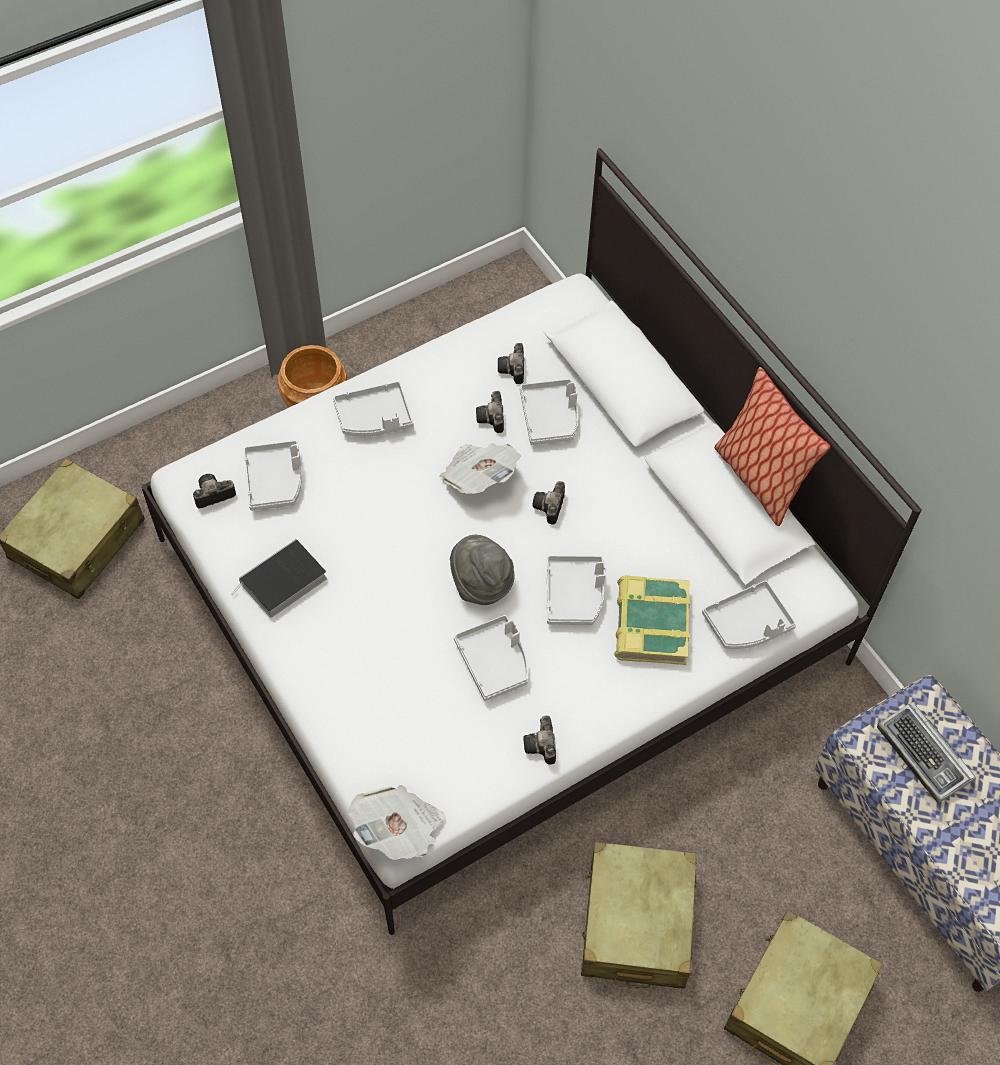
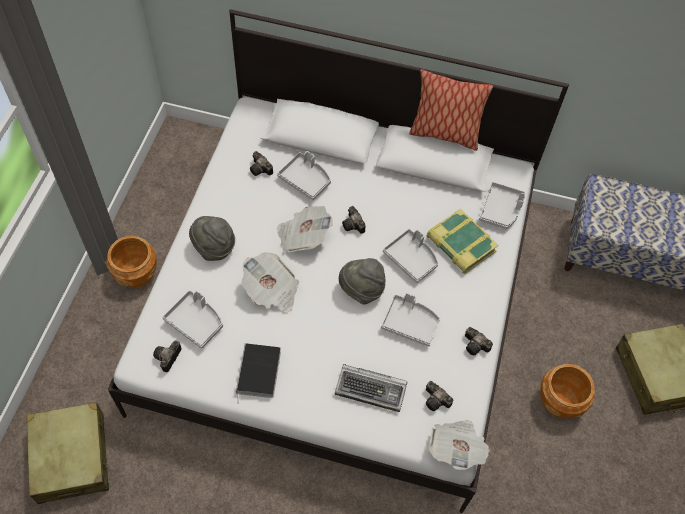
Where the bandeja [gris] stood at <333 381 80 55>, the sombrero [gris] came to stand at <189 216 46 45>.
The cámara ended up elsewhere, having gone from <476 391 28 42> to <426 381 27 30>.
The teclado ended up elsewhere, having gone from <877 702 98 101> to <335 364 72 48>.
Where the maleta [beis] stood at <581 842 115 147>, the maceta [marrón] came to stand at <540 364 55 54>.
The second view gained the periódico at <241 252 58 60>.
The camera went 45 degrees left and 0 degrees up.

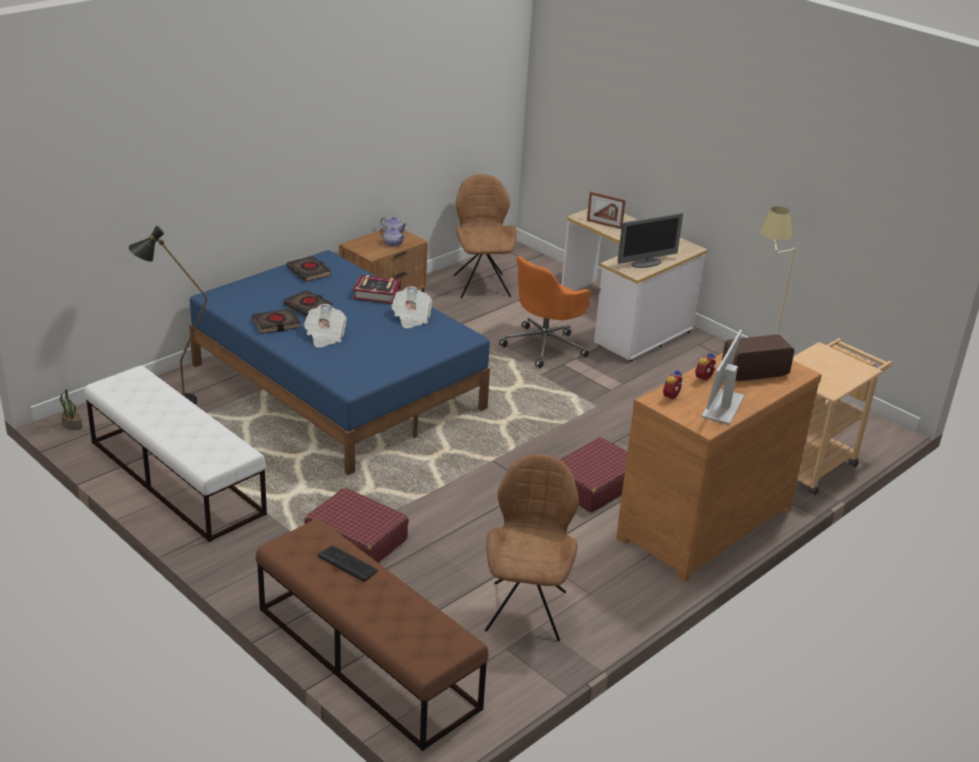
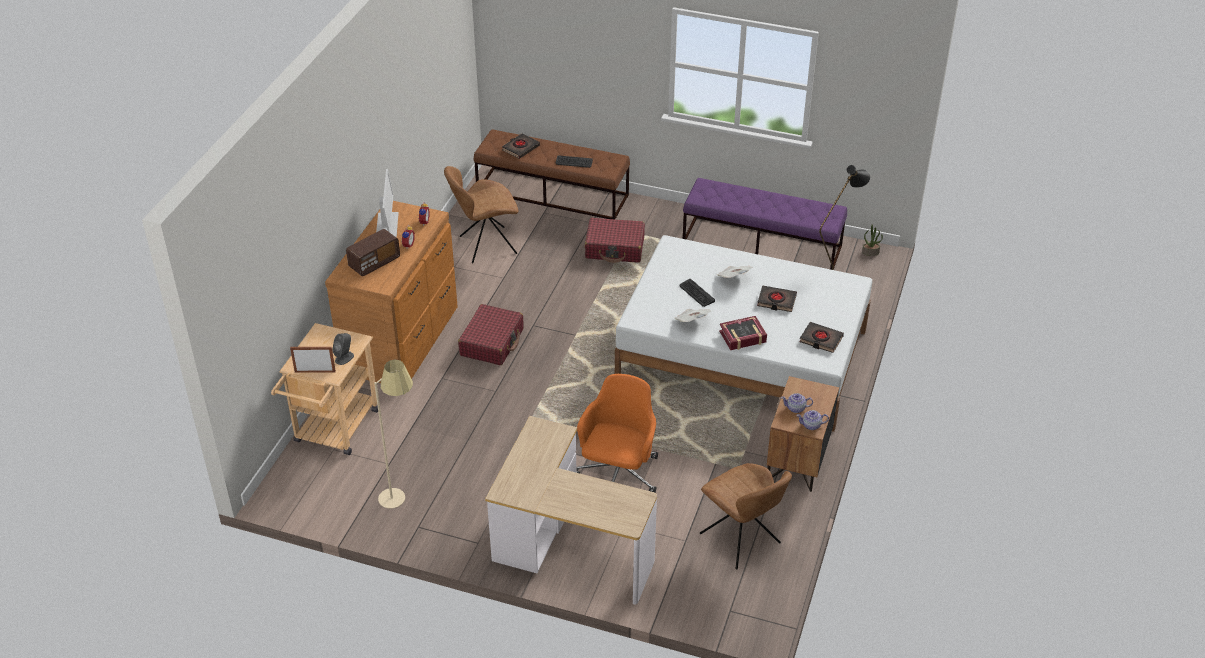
The portarretratos ended up elsewhere, having gone from <587 192 39 37> to <290 347 46 26>.
The second view lost the monitor at <617 213 66 55>.
What was the cama [azul] at <189 250 301 225> turned into the cama [blanco] at <615 235 257 197>.
The libro [negro] ended up elsewhere, having gone from <252 308 49 26> to <502 134 38 25>.
What was the banco [blanco] at <84 365 183 177> turned into the banco [morado] at <683 178 164 92>.
The silla [marrón] at <485 454 94 187> ended up facing another way, 90 degrees clockwise from before.
The second view gained the teclado at <680 279 35 28>.
The second view gained the altavoz [gris] at <332 333 22 32>.
The camera went 155 degrees right and 10 degrees up.

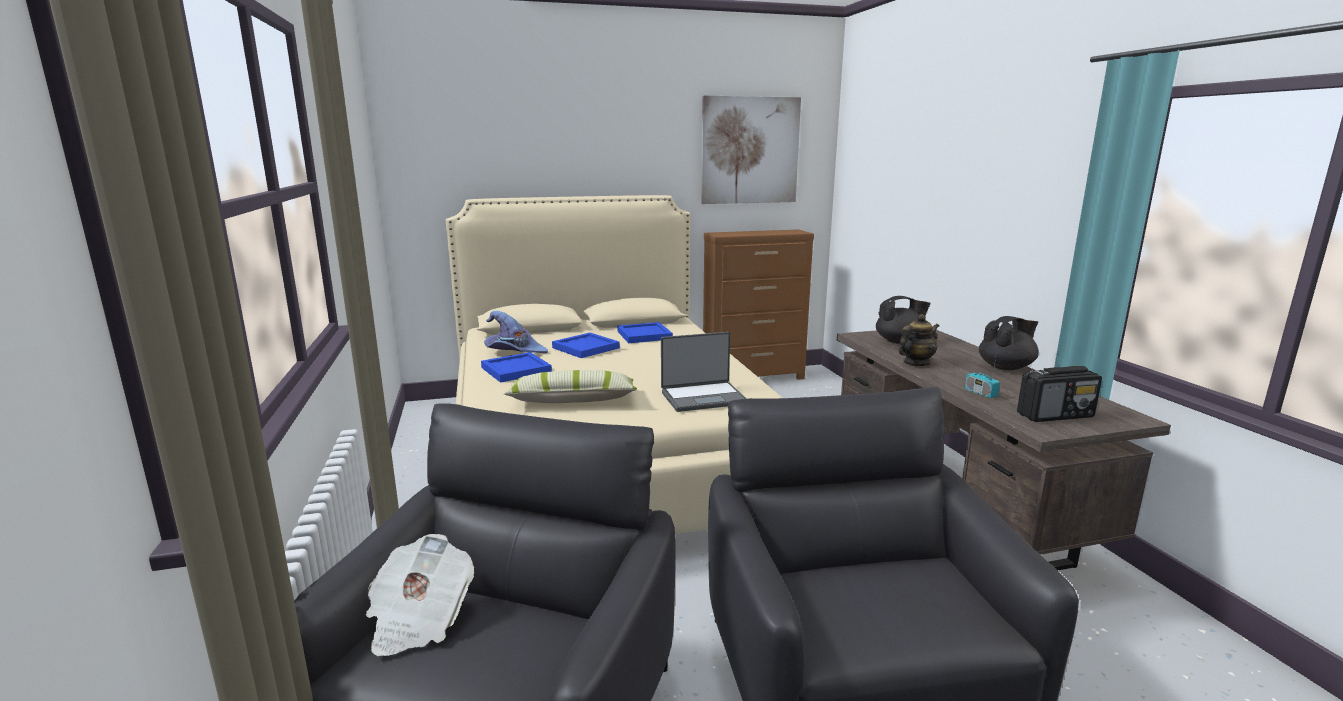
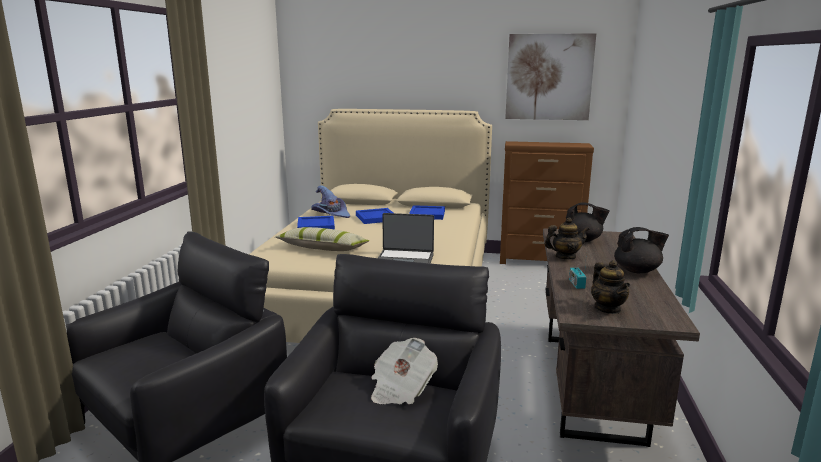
Where the radio stood at <1017 366 85 56>, the tetera came to stand at <591 260 39 54>.
The periódico ended up elsewhere, having gone from <366 534 108 122> to <371 338 67 66>.
The camera went 25 degrees right and 0 degrees up.

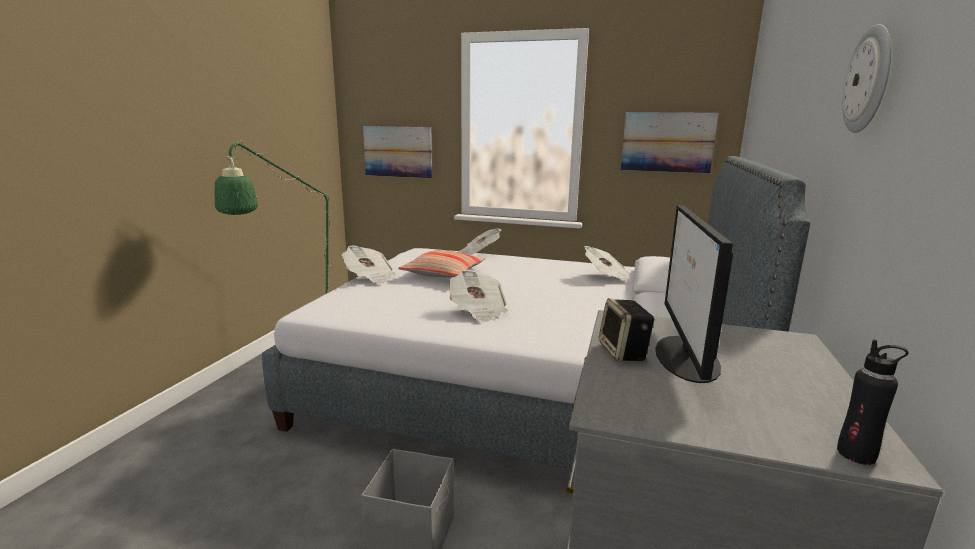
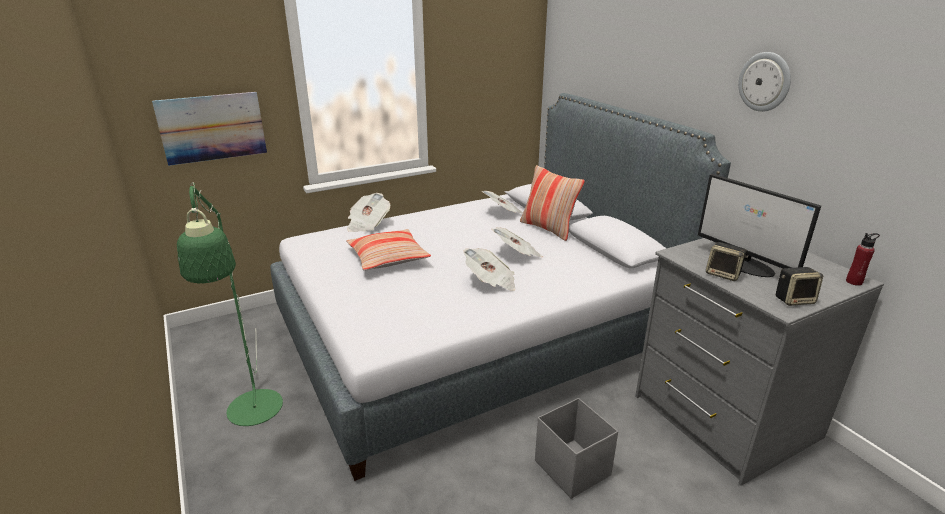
The second view lost the cuadro at <621 112 98 61>.
The periódico ended up elsewhere, having gone from <342 246 53 38> to <491 227 52 30>.
What was the botella [negro] at <837 339 71 126> turned into the botella [rojo] at <846 233 34 53>.
The second view gained the cojín at <520 165 65 76>.
The second view gained the altavoz at <776 267 47 39>.
The camera went 45 degrees left and 10 degrees up.

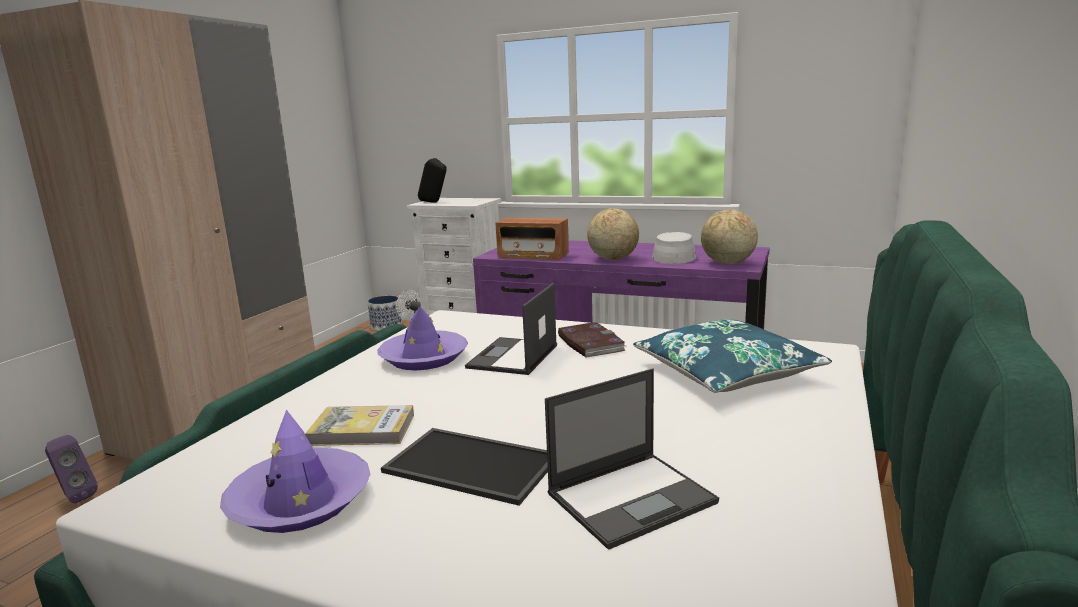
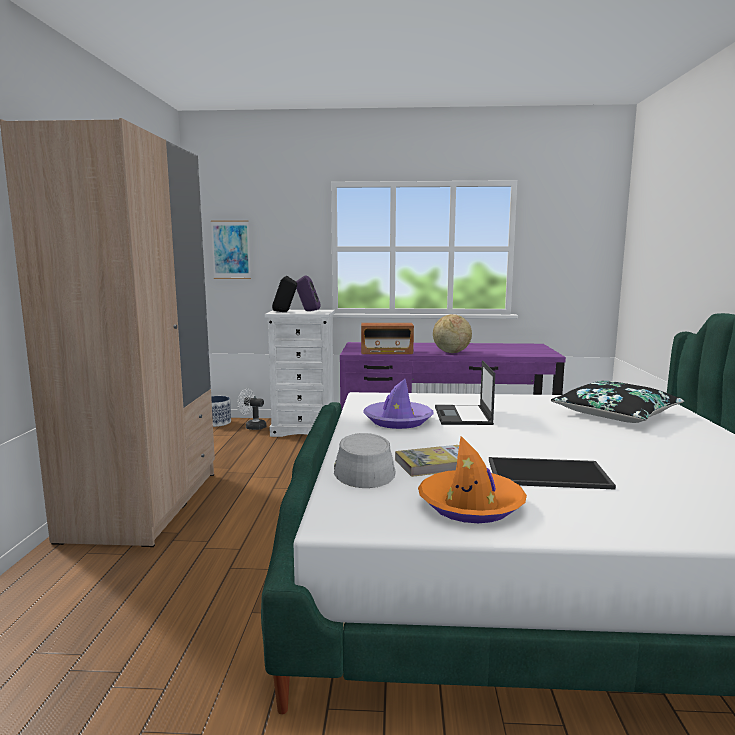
The second view lost the globo terráqueo at <701 209 57 55>.
The sombrero [gris] ended up elsewhere, having gone from <652 232 44 32> to <334 433 61 55>.
What was the cojín [azul] at <633 319 199 74> turned into the cojín [negro] at <551 381 134 42>.
The second view lost the libro at <558 322 69 35>.
The second view lost the portátil at <545 369 174 181>.
What was the sombrero [morado] at <220 410 150 123> turned into the sombrero [naranja] at <418 436 109 87>.
The altavoz [morado] ended up elsewhere, having gone from <45 435 53 68> to <296 275 25 36>.
The second view gained the cuadro at <211 220 40 59>.
The camera went 20 degrees left and 5 degrees down.

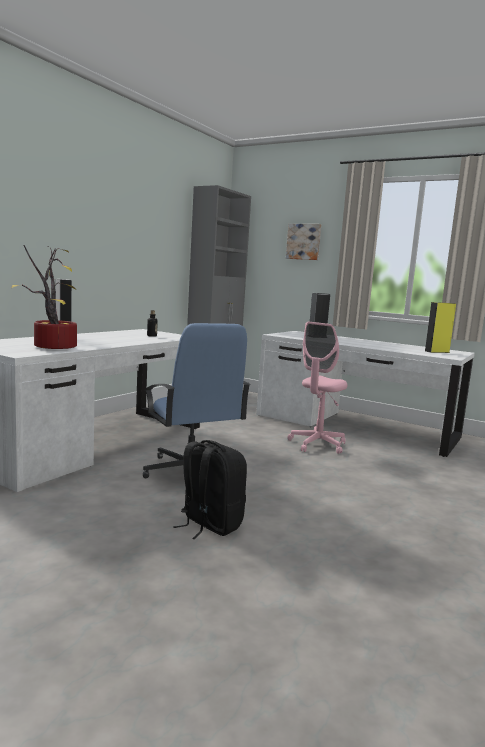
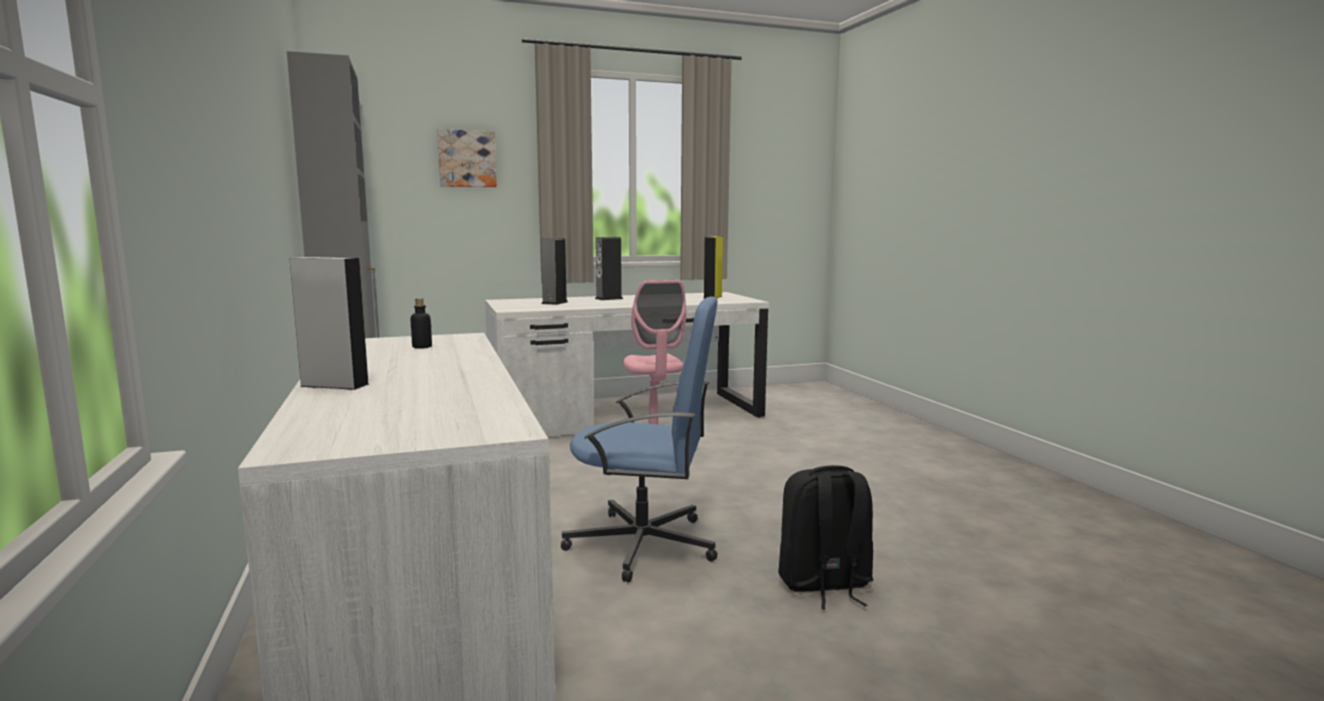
The second view lost the planta en maceta at <11 245 66 104>.
The second view gained the altavoz at <595 237 28 63>.
The camera went 50 degrees left and 0 degrees up.

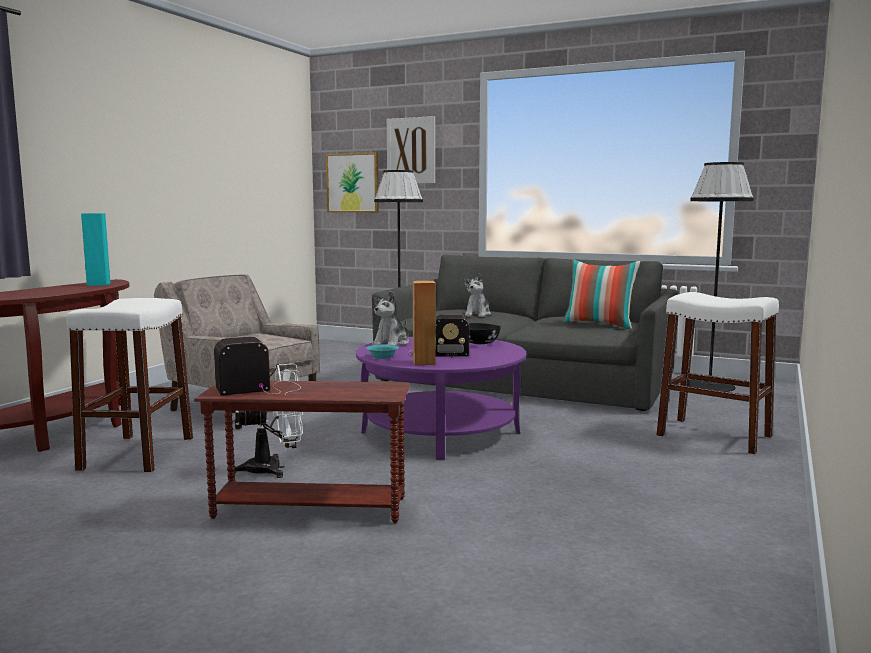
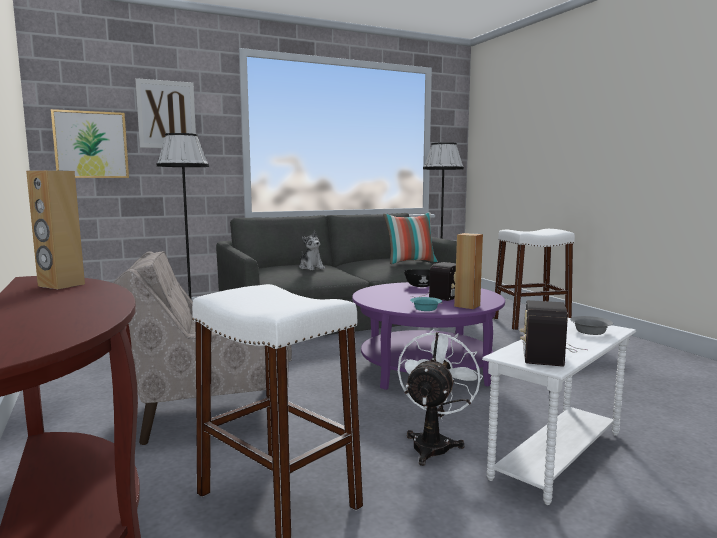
What was the altavoz [turquesa] at <81 213 29 73> turned into the altavoz [marrón] at <26 170 59 119>.
The second view lost the peluche at <372 291 37 54>.
What was the mesa auxiliar [marrón] at <194 381 216 142> turned into the mesa auxiliar [blanco] at <482 318 154 187>.
The second view gained the cuenco [gris] at <570 316 43 19>.
The camera went 50 degrees left and 0 degrees up.

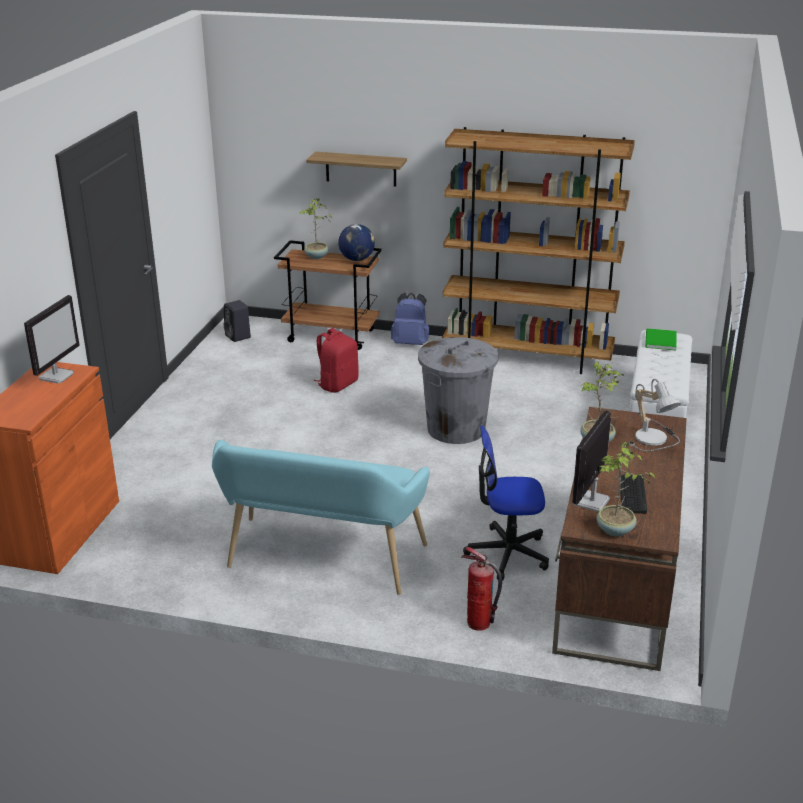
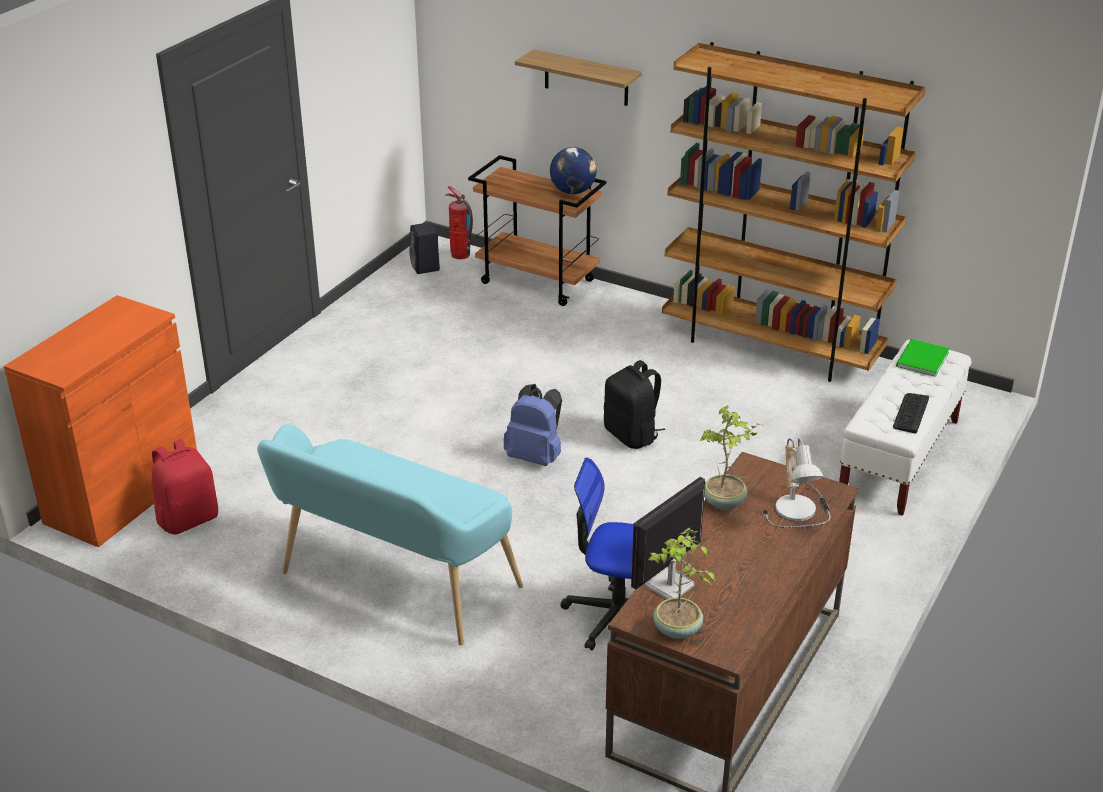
The second view lost the planta en maceta at <299 198 33 61>.
The mochila [azul] ended up elsewhere, having gone from <391 293 38 52> to <504 384 58 82>.
The second view lost the monitor at <24 295 55 88>.
The mochila [rojo] ended up elsewhere, having gone from <314 328 45 65> to <152 439 66 96>.
Where the papelera [gris] stood at <418 337 80 107>, the mochila [negro] came to stand at <604 360 61 89>.
The teclado ended up elsewhere, having gone from <620 475 27 39> to <893 393 36 41>.
The extintor ended up elsewhere, having gone from <461 547 41 84> to <447 186 26 73>.
The camera went 15 degrees right and 5 degrees up.

